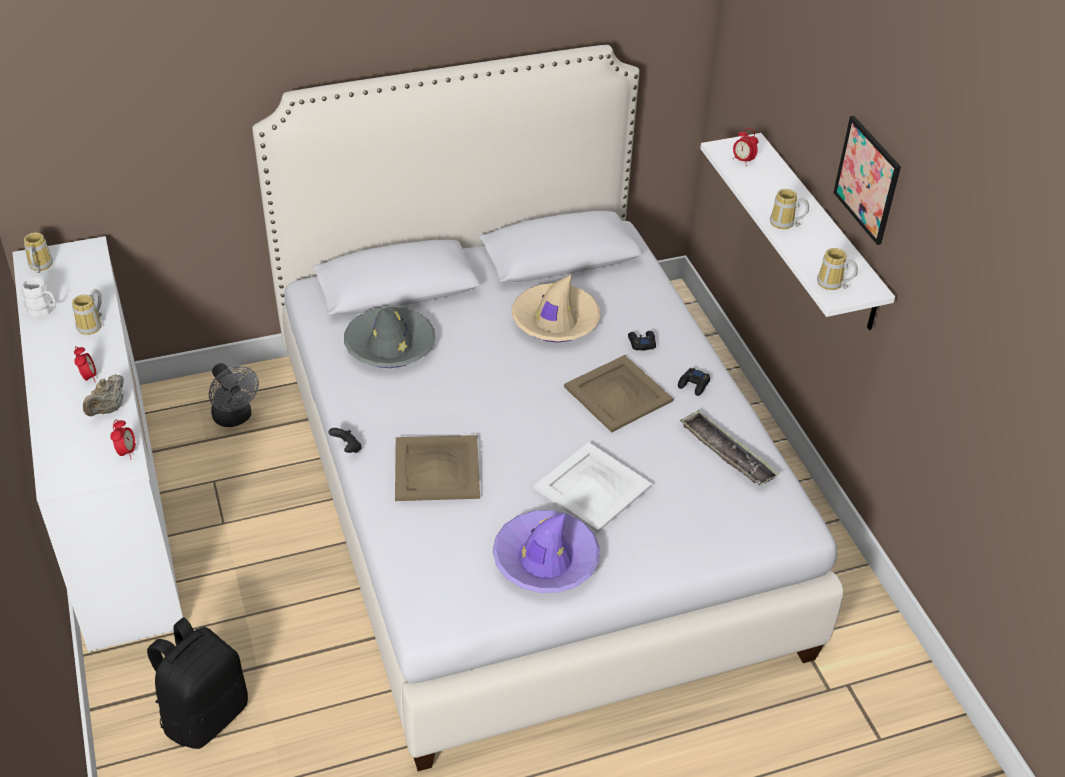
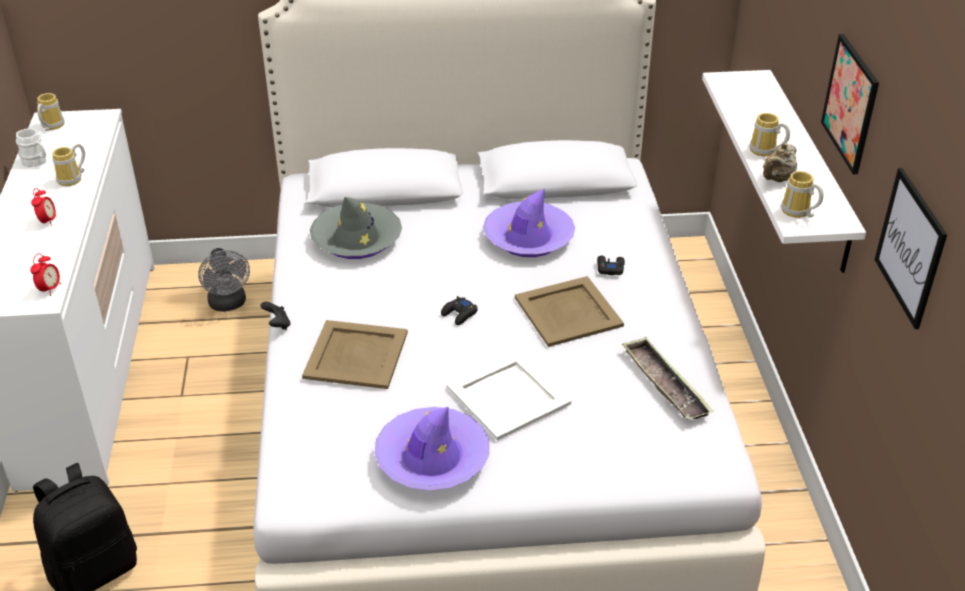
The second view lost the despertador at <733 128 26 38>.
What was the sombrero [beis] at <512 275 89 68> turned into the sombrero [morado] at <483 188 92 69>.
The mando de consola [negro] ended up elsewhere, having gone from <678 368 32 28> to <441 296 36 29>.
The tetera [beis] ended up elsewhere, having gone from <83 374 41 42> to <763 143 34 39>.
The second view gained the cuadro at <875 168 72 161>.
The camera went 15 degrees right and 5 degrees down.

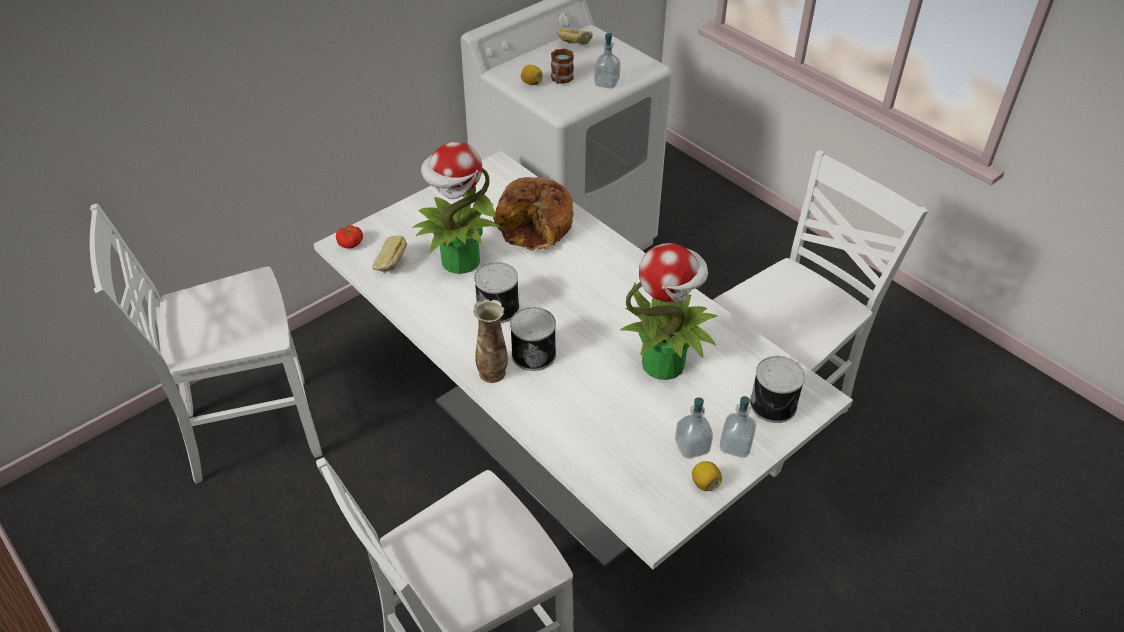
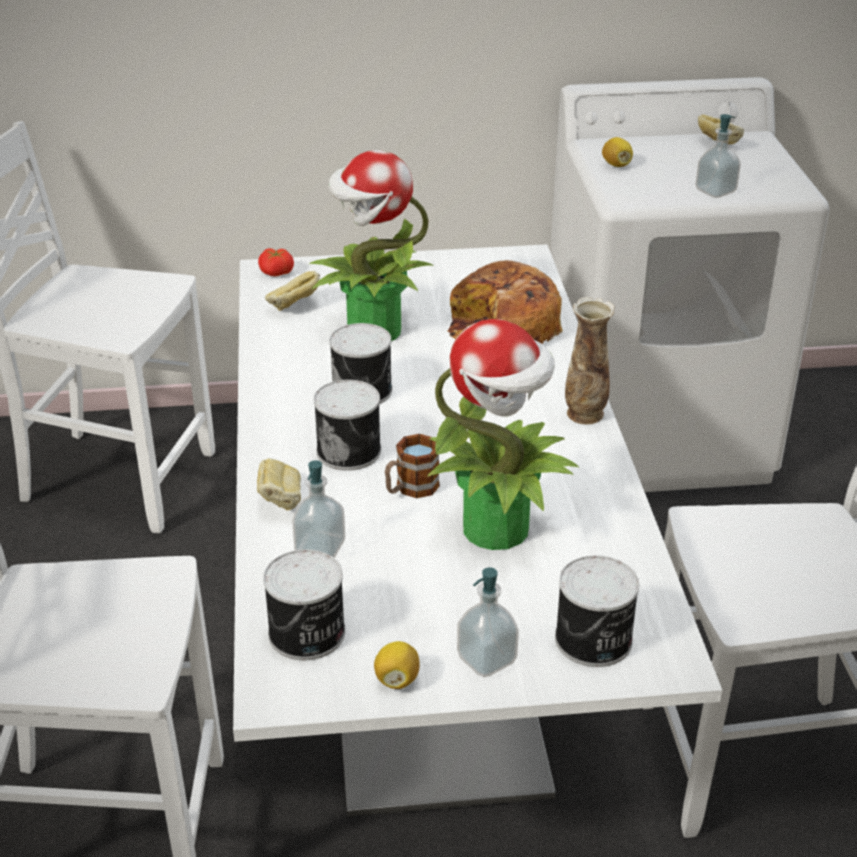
The taza grande ended up elsewhere, having gone from <551 49 23 35> to <385 434 55 64>.
The florero ended up elsewhere, having gone from <473 299 35 84> to <565 297 50 127>.
The dispensador de jabón ended up elsewhere, having gone from <675 397 38 62> to <292 460 53 98>.
The second view gained the pan at <257 458 44 52>.
The second view gained the lata at <263 549 82 111>.
The camera went 35 degrees right and 10 degrees down.

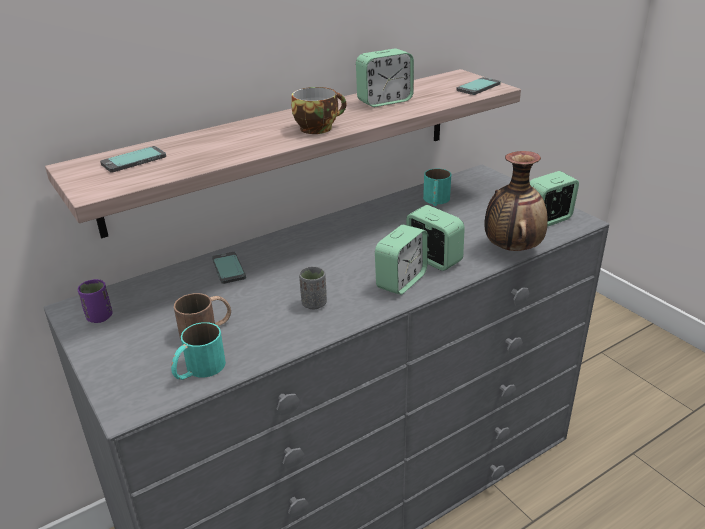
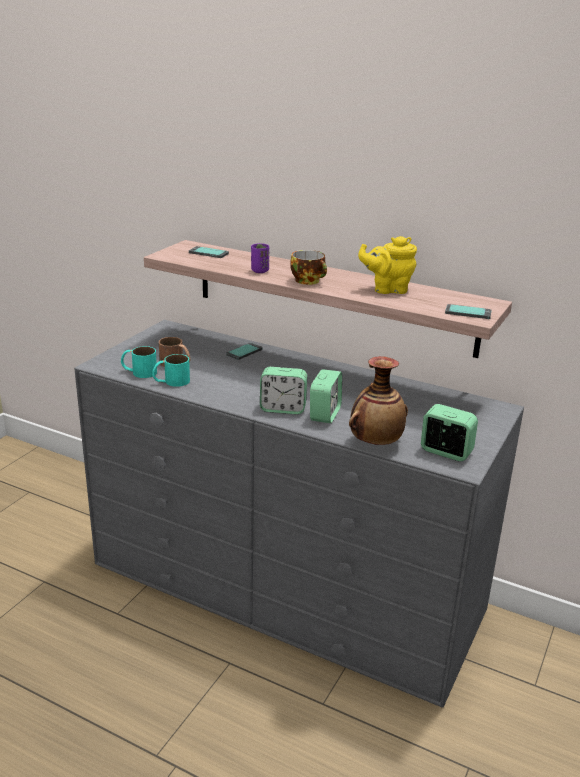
Where the despertador stood at <356 48 58 59>, the tetera [amarillo] came to stand at <358 236 59 58>.
The taza grande [turquesa] ended up elsewhere, having gone from <423 168 28 38> to <152 354 38 33>.
The second view lost the taza [gris] at <299 266 28 44>.
The taza [morado] ended up elsewhere, having gone from <78 279 35 44> to <251 243 18 30>.
The camera went 60 degrees right and 5 degrees down.

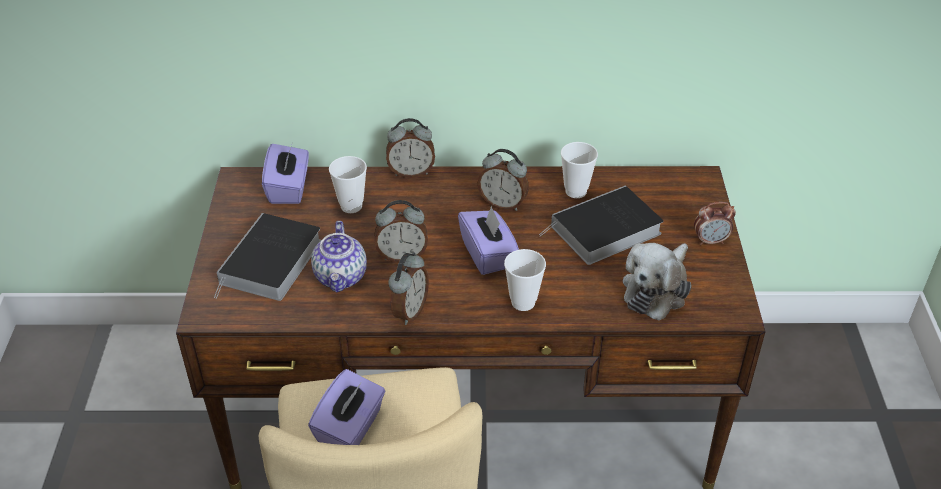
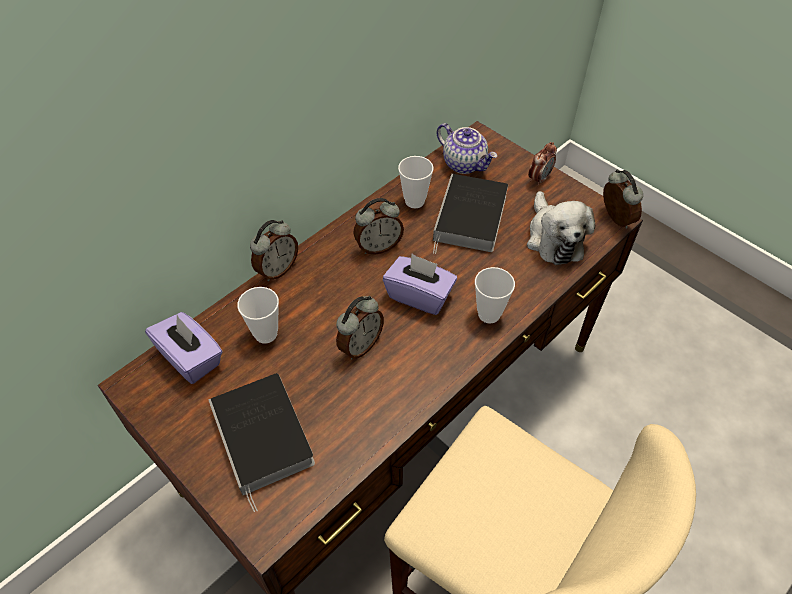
The tetera ended up elsewhere, having gone from <311 221 56 72> to <437 123 60 51>.
The despertador ended up elsewhere, having gone from <388 252 41 73> to <603 169 40 60>.
The second view lost the caja de pañuelos [morado] at <308 369 77 76>.
The camera went 45 degrees left and 10 degrees up.

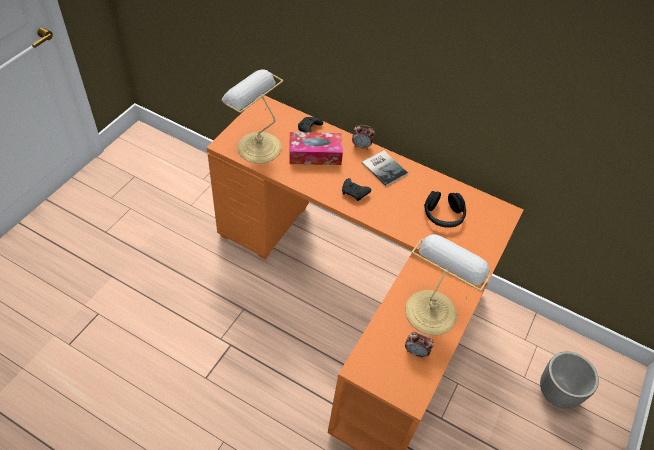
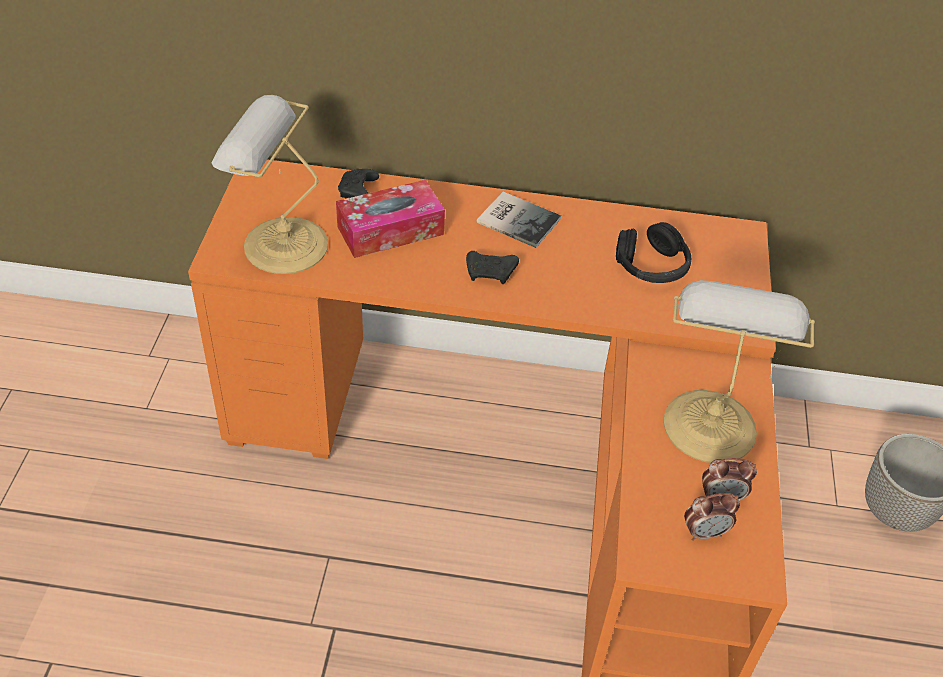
The despertador ended up elsewhere, having gone from <352 125 23 25> to <684 493 56 48>.
The camera went 20 degrees left and 5 degrees down.

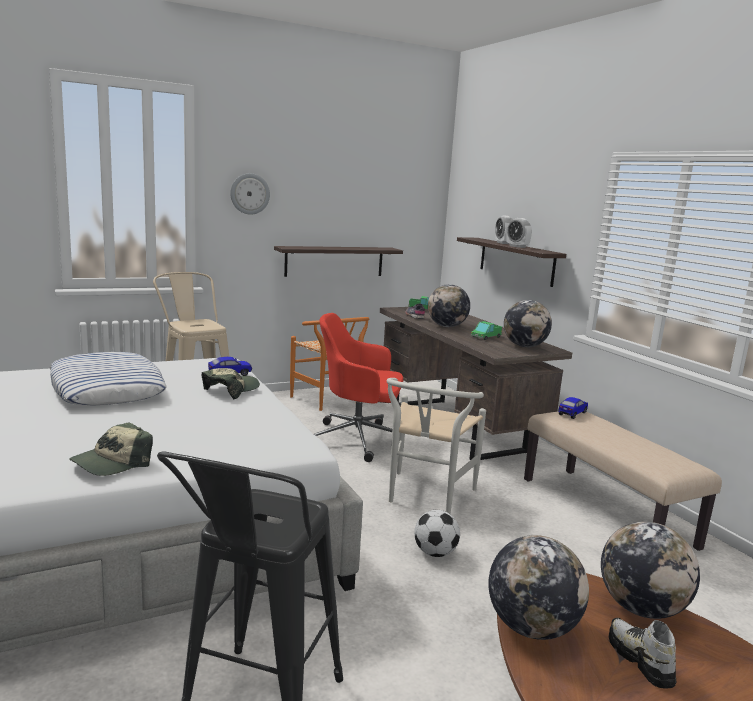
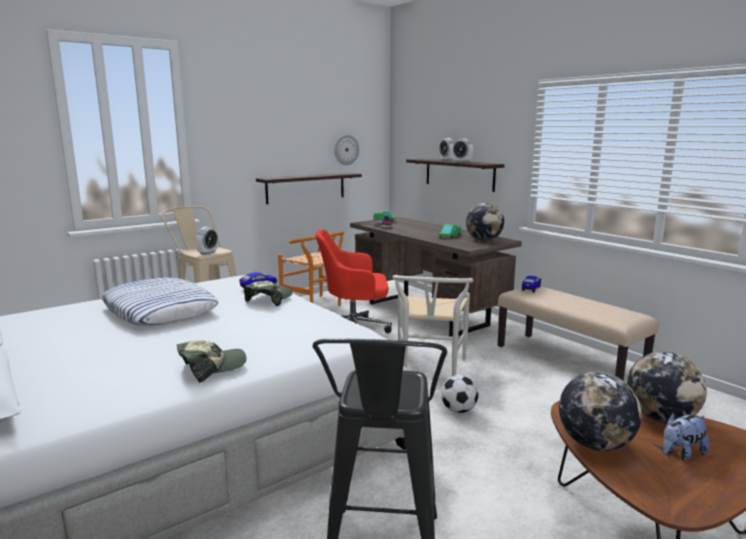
The reloj de pared ended up elsewhere, having gone from <230 173 40 42> to <334 134 25 31>.
The second view lost the globo terráqueo at <428 284 42 43>.
The gorra at <69 422 84 54> ended up facing another way, 150 degrees counterclockwise from before.
Where the zapato stood at <609 618 67 71>, the peluche came to stand at <663 413 46 47>.
The second view gained the despertador at <195 227 23 28>.
The camera went 10 degrees left and 0 degrees up.

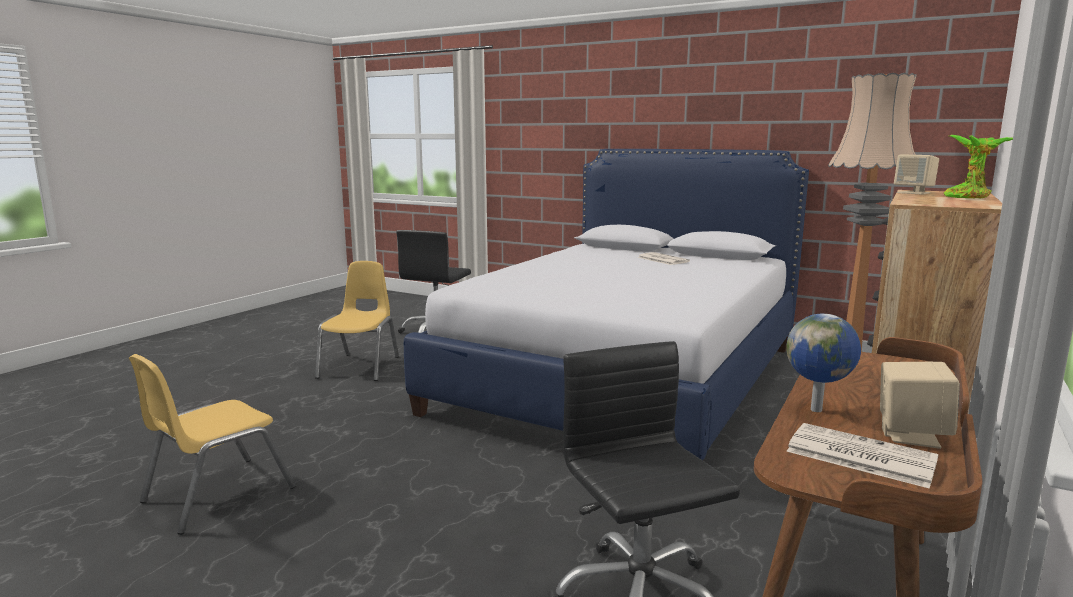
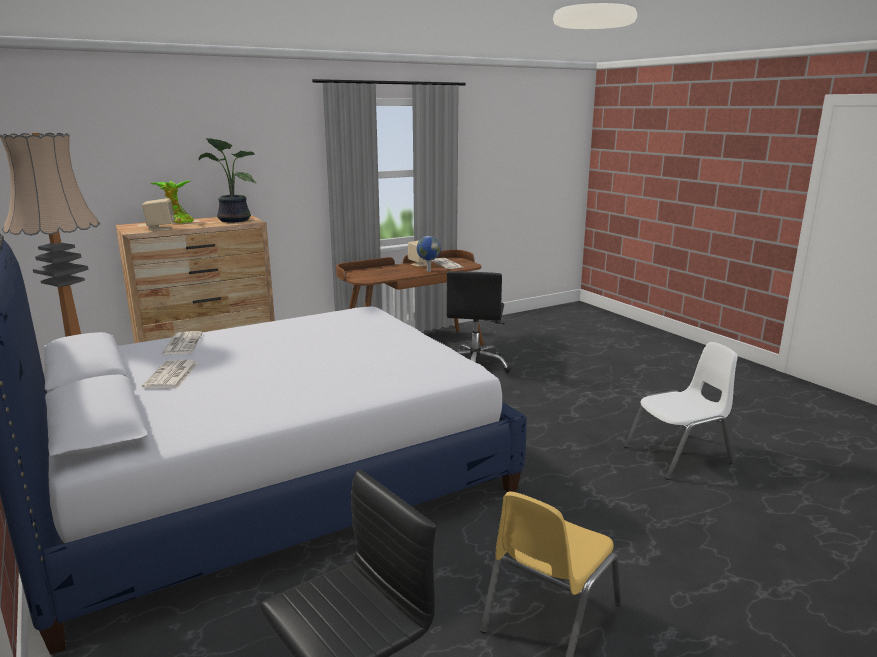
What was the silla [amarillo] at <129 354 167 181> turned into the silla [blanco] at <624 342 114 138>.
The second view gained the planta en maceta at <199 138 57 84>.
The second view gained the periódico at <161 331 42 24>.
The camera went 150 degrees left and 5 degrees up.

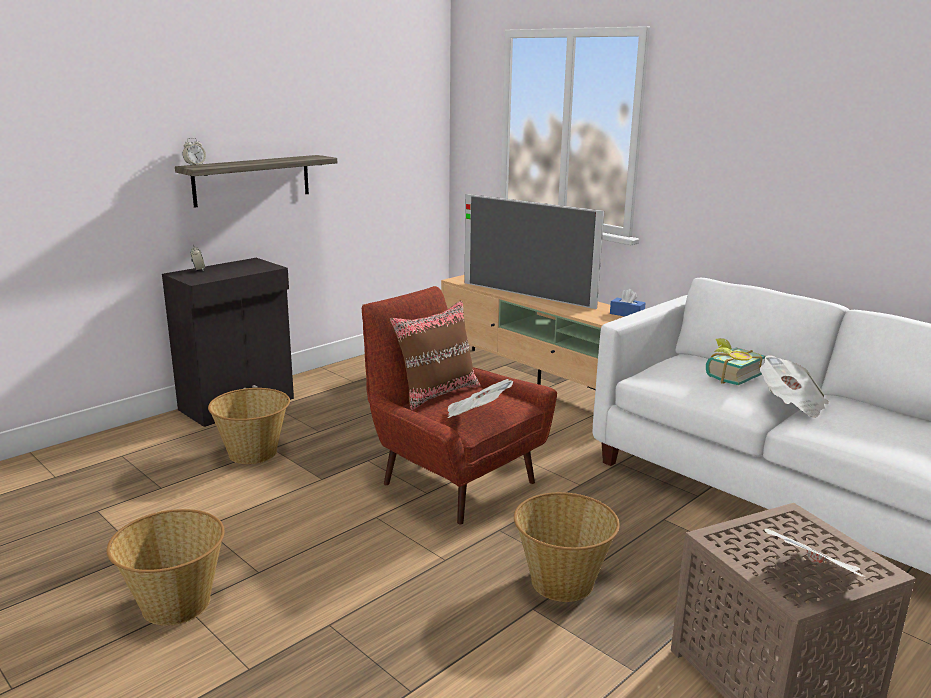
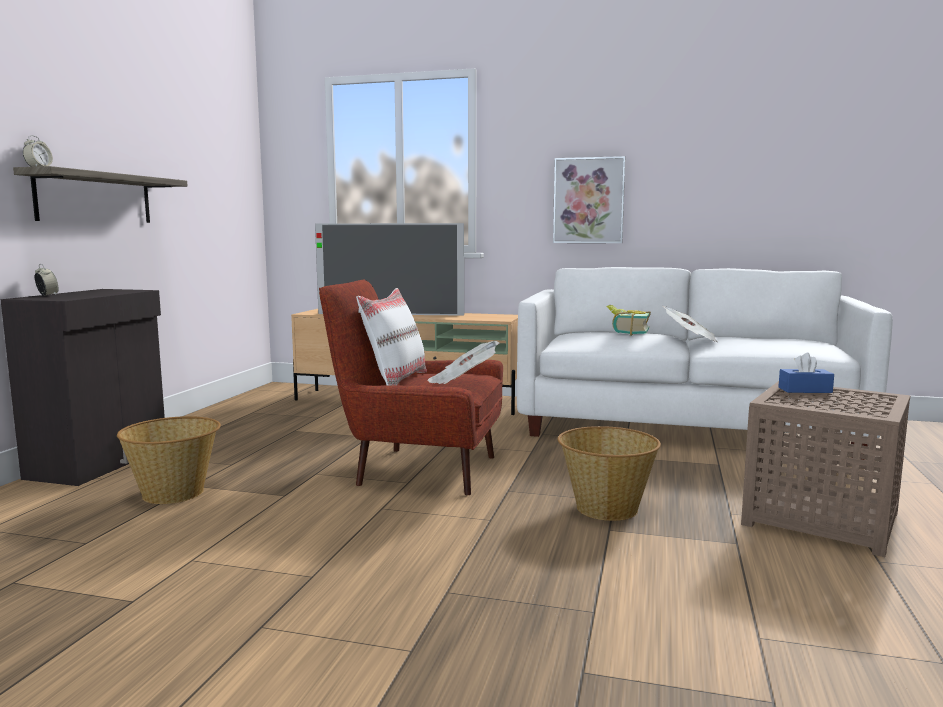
The caja de pañuelos [azul] ended up elsewhere, having gone from <610 289 36 28> to <778 353 56 40>.
What was the cojín [marrón] at <390 300 91 110> turned into the cojín [blanco] at <356 288 71 98>.
The second view lost the cesta at <107 509 118 117>.
The second view lost the periódico at <764 528 101 50>.
The second view gained the cuadro at <553 156 73 87>.
The camera went 30 degrees left and 10 degrees down.

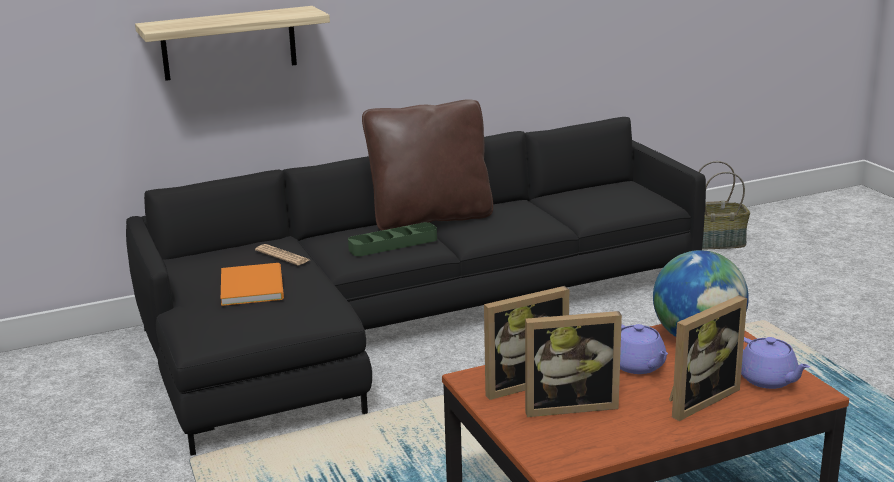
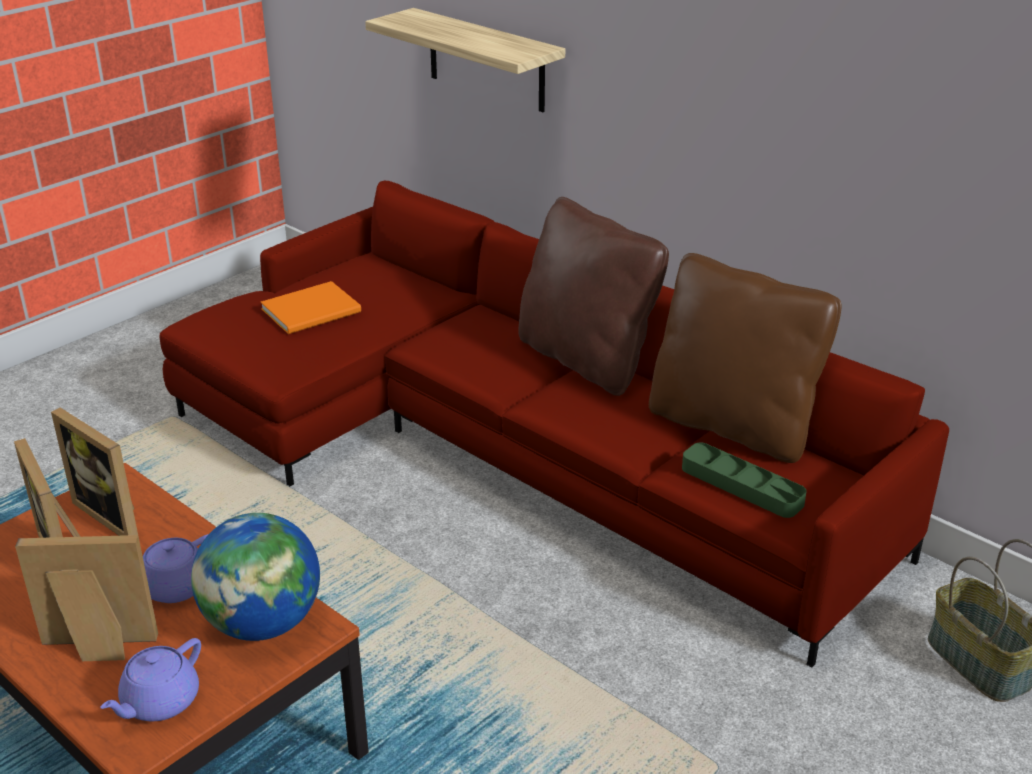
What was the sofá [negro] at <126 117 580 339> turned into the sofá [rojo] at <159 181 790 486>.
The bandeja [verde] ended up elsewhere, having gone from <348 222 89 34> to <682 442 125 76>.
The second view lost the periódico at <255 244 54 21>.
The portarretratos at <669 295 78 126> ended up facing another way, 150 degrees clockwise from before.
The second view gained the cojín [marrón] at <649 253 193 210>.
The camera went 65 degrees right and 10 degrees up.

